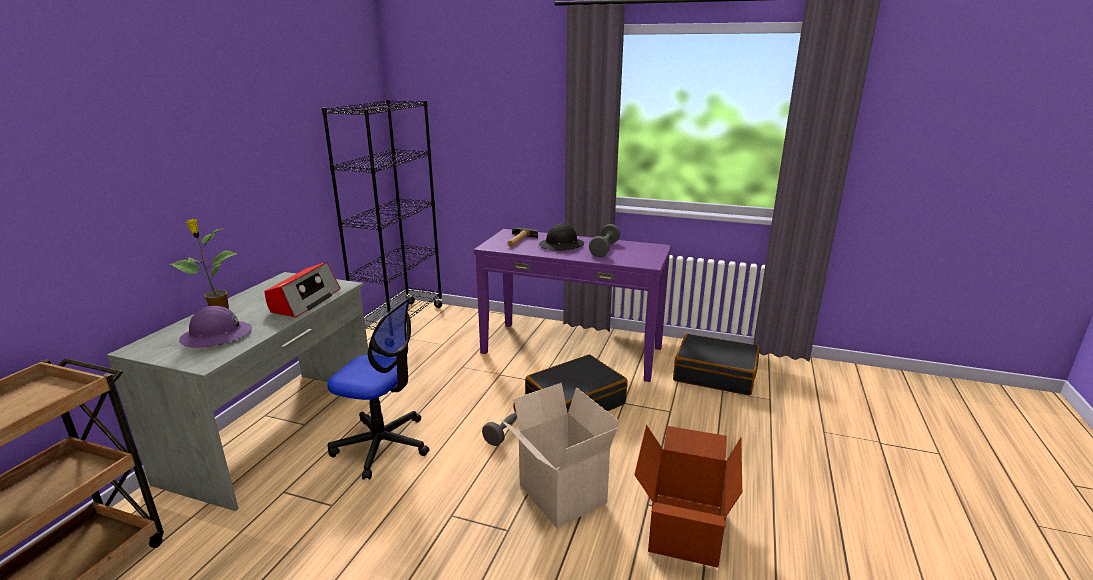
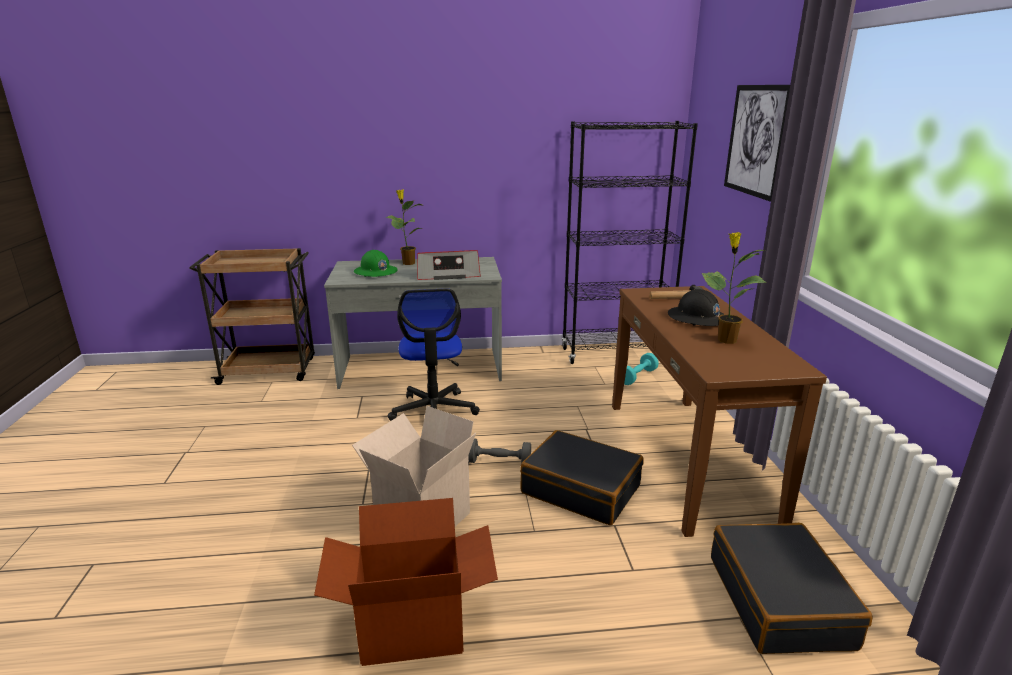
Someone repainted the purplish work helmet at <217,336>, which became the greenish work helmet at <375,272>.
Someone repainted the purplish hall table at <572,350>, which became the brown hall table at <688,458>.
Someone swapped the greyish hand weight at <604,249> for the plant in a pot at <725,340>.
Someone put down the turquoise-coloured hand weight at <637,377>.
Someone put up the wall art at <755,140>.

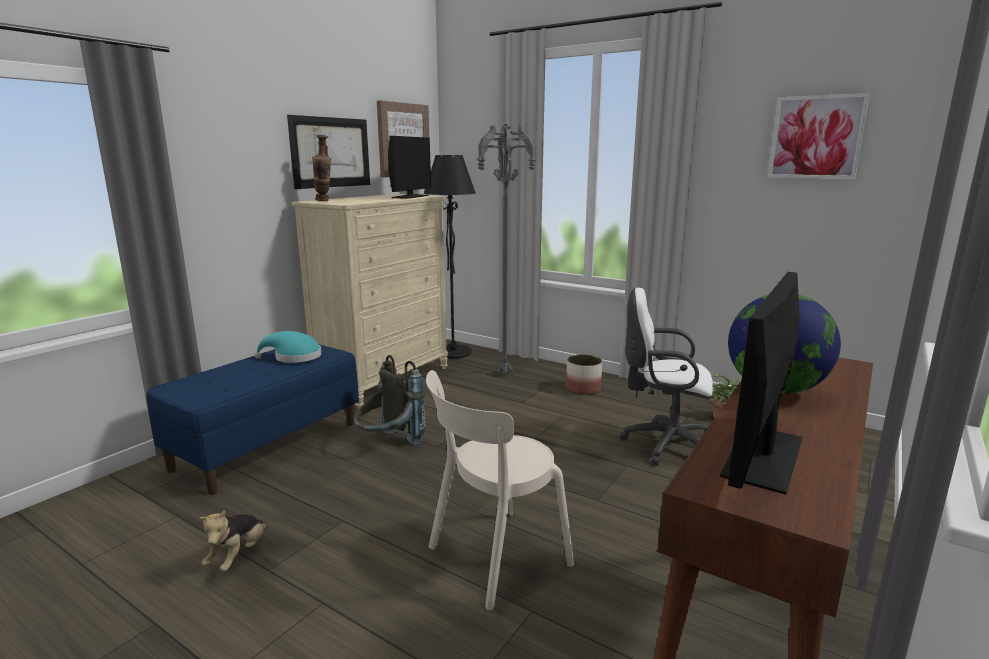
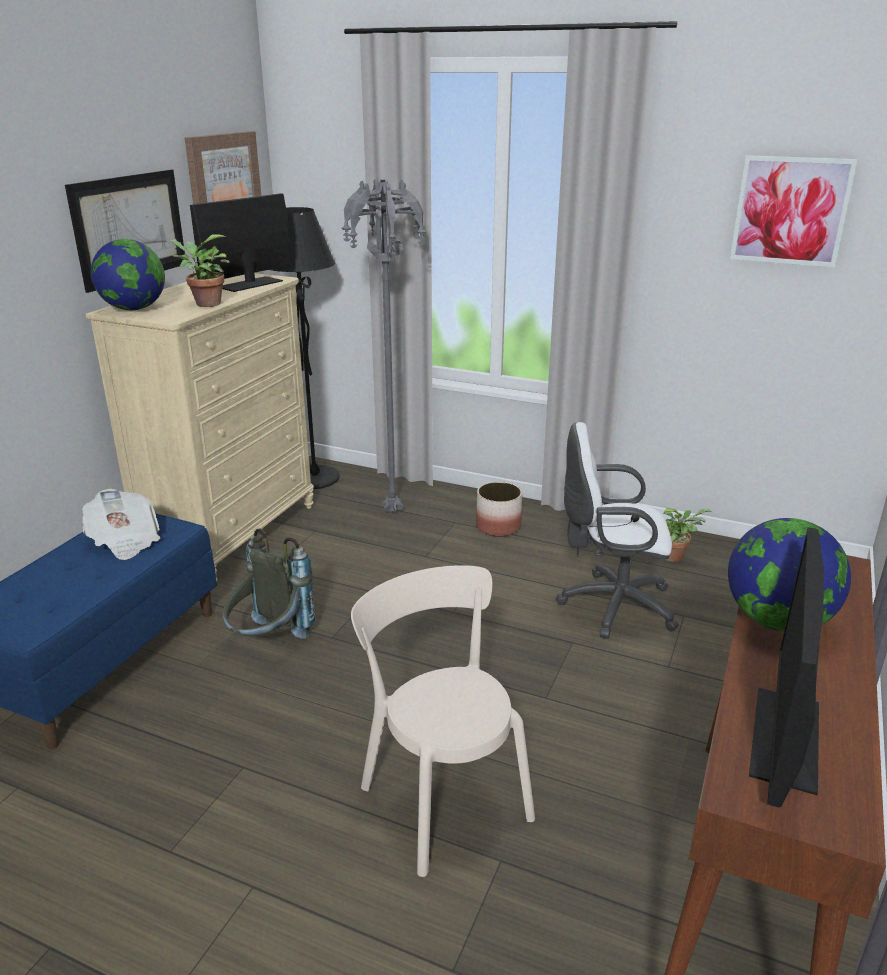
Someone took away the cuddly toy at <238,556>.
Someone swapped the turquoise-coloured clothing hat at <294,357> for the printed paper at <125,541>.
Someone swapped the flower vase at <324,201> for the world globe at <134,309>.
Someone rotated the computer screen at <410,196> by 150 degrees counterclockwise.
Someone rotated the beige chair at <493,558> by 105 degrees clockwise.
Someone put down the plant in a pot at <205,304>.

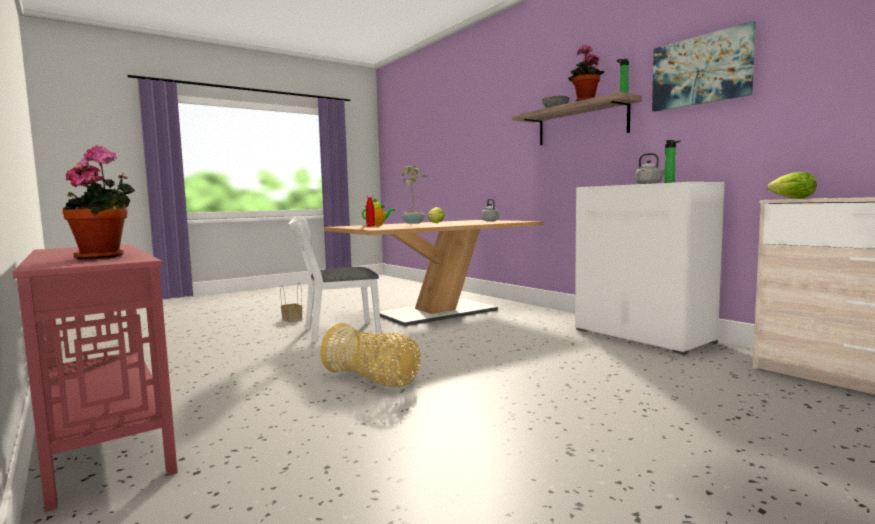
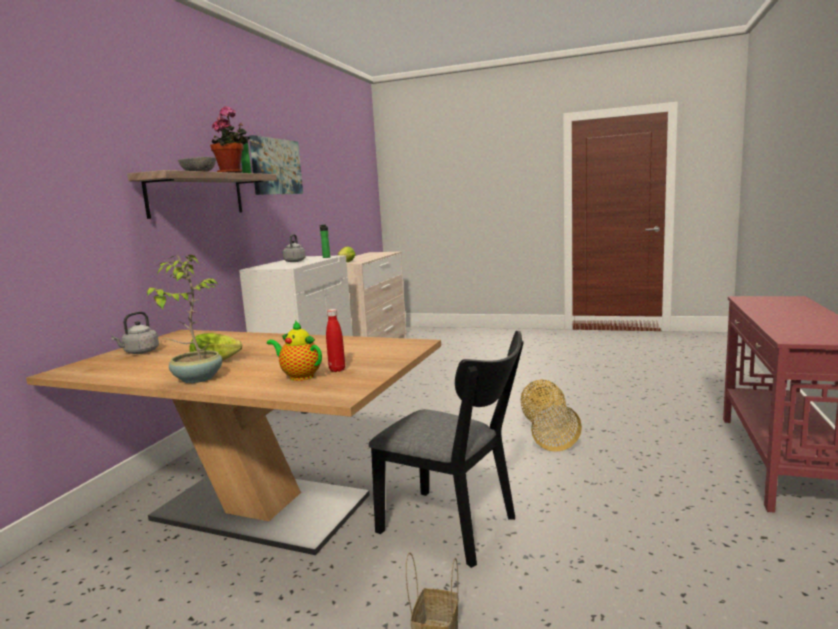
Someone took away the plant in a pot at <104,257>.
Someone repainted the white-coloured chair at <335,332>, which became the black chair at <455,528>.

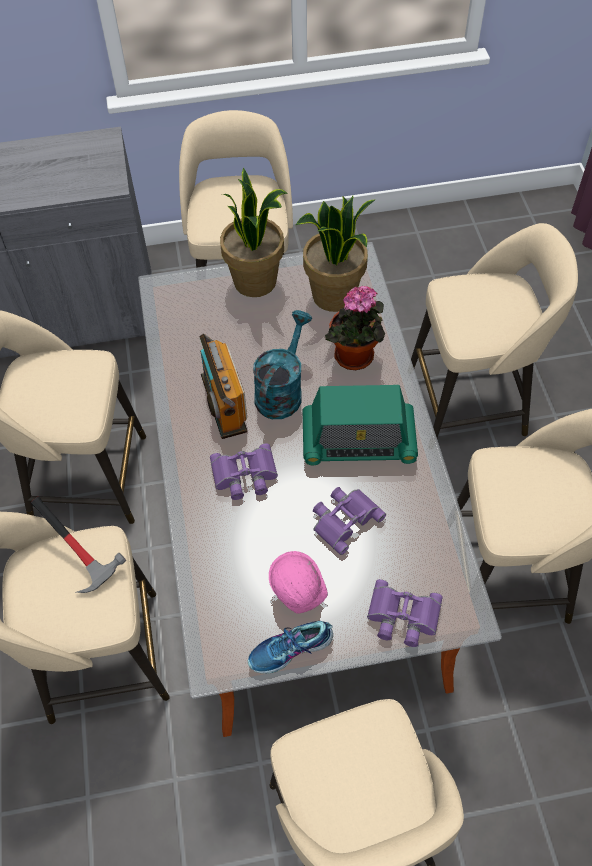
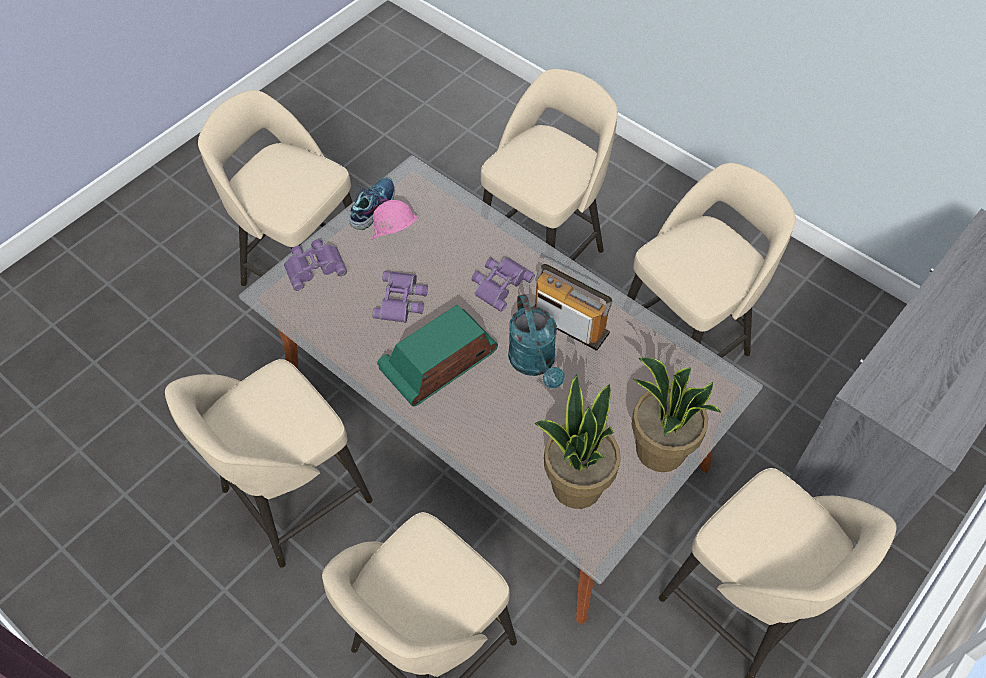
Someone took away the hand hammer at <83,553>.
Someone took away the plant in a pot at <355,359>.

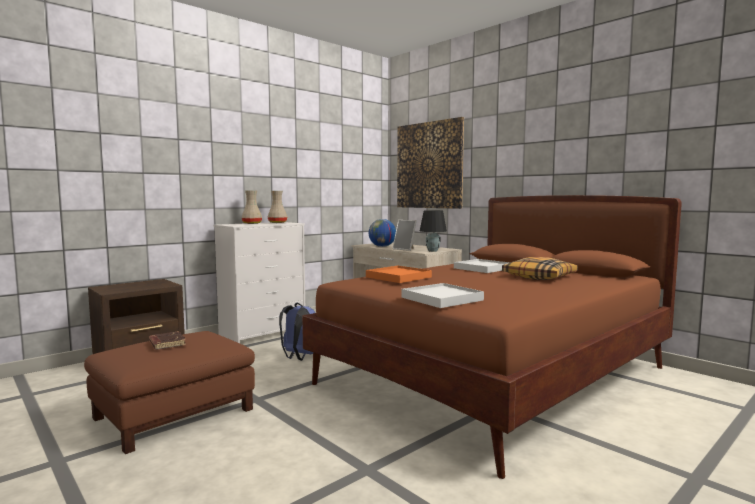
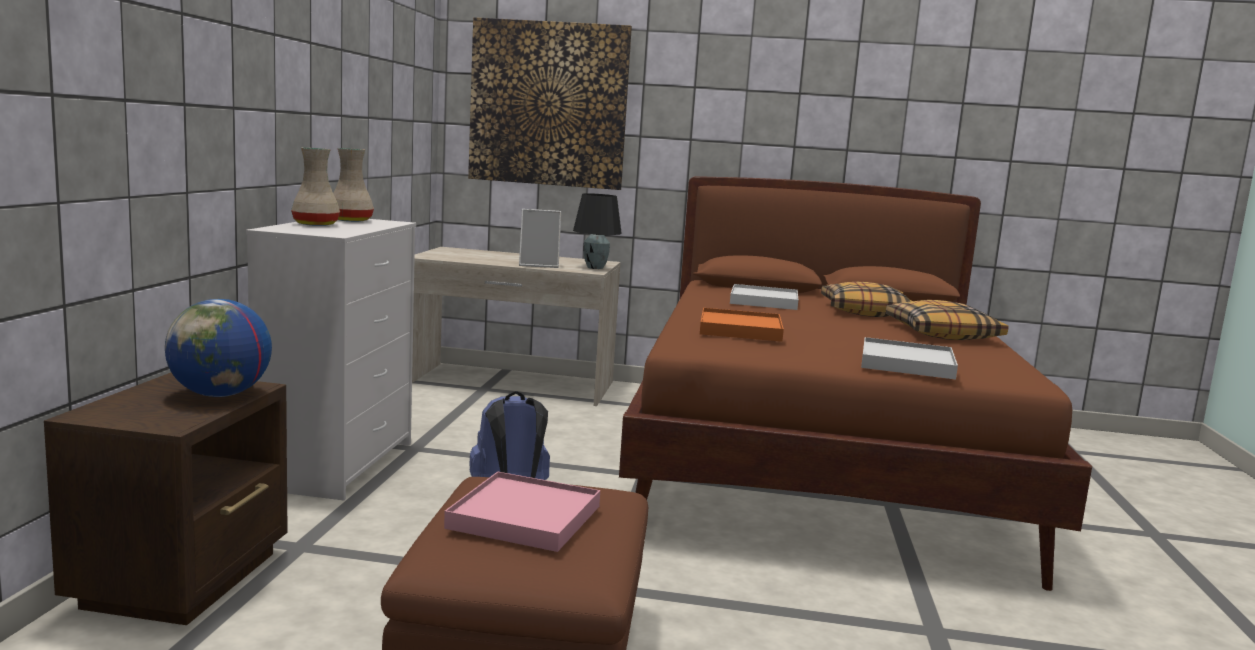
Someone swapped the brown volume at <166,344> for the pinkish serving tray at <524,517>.
Someone carried the world globe from <382,246> to <220,395>.
Someone put down the pillow at <942,334>.

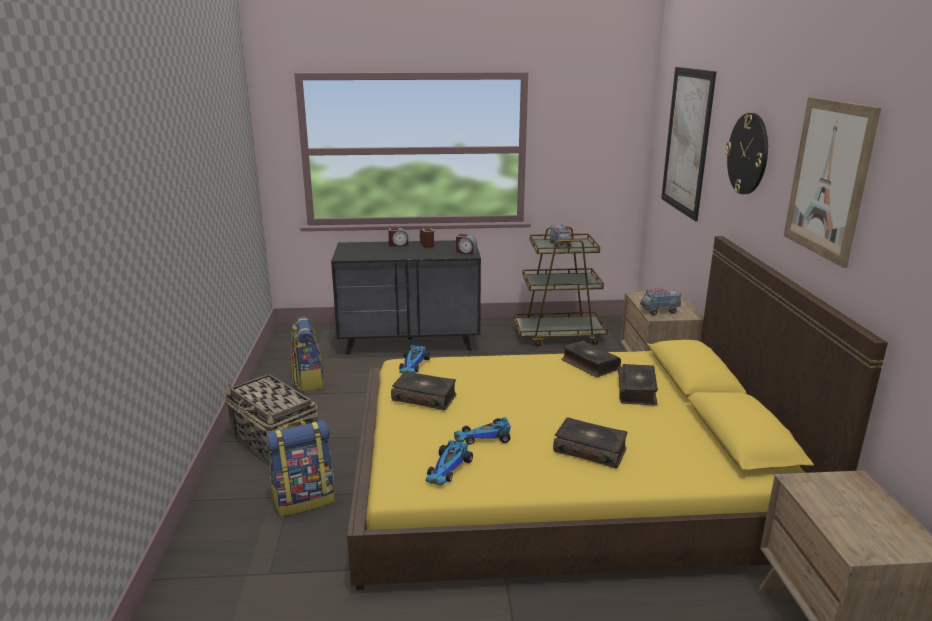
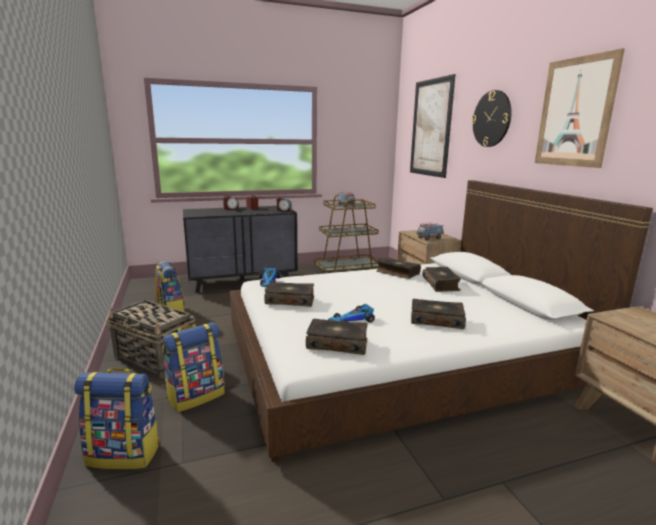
Someone repainted the yellow sleeping bed at <563,478>, which became the white-coloured sleeping bed at <398,354>.
Someone swapped the model car at <448,468> for the volume at <337,343>.
Someone put down the knapsack at <125,454>.

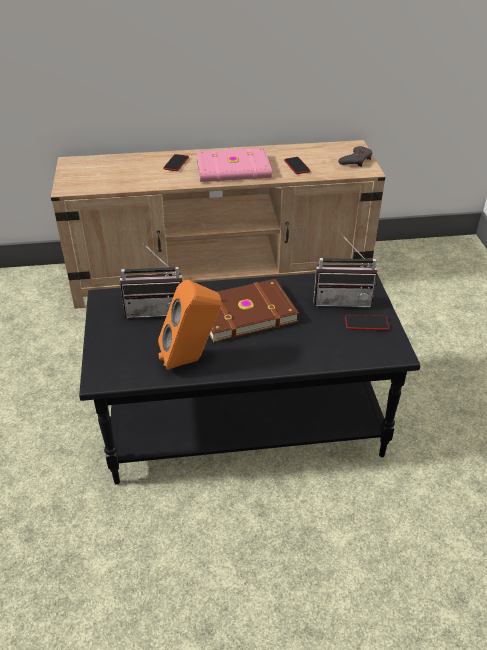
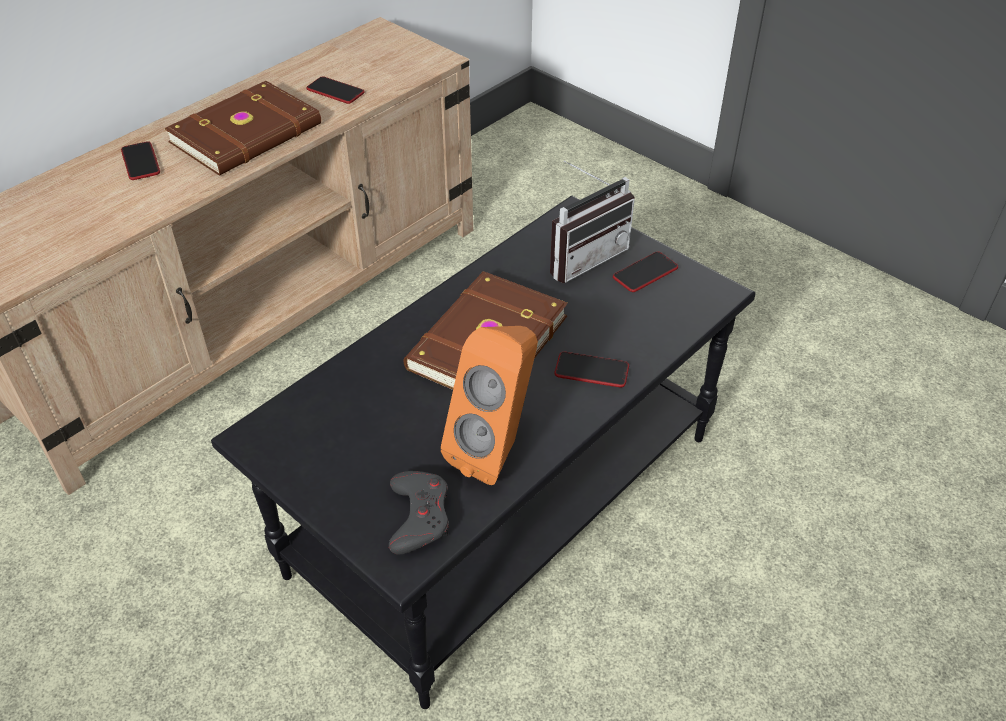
Someone took away the radio receiver at <156,309>.
Someone repainted the pinkish volume at <234,169>, which became the brown volume at <248,134>.
Someone carried the greyish joypad from <356,160> to <419,516>.
Someone put down the phone at <591,371>.

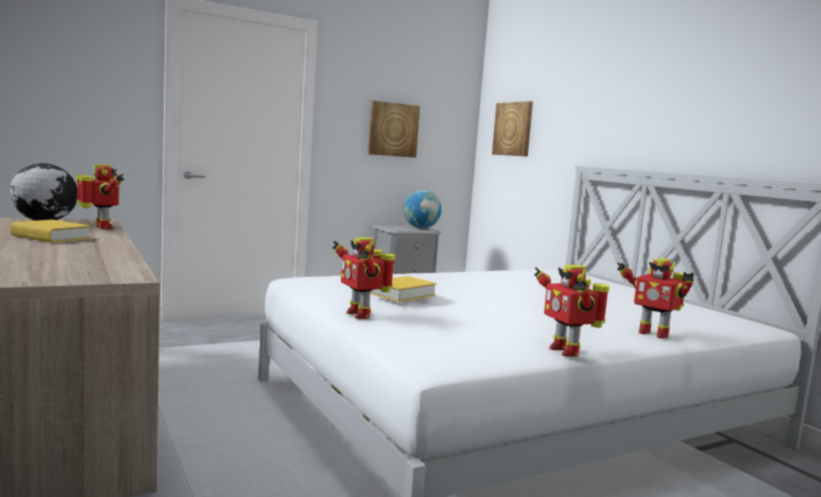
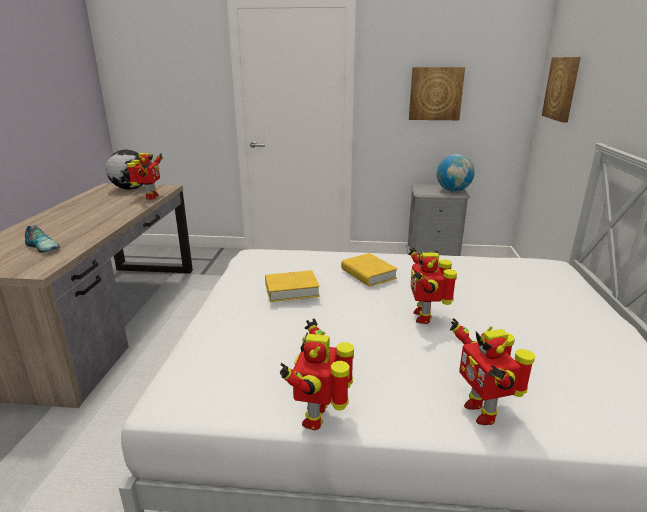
Someone carried the yellow volume from <51,237> to <368,274>.
Someone carried the robot figure from <360,314> to <424,316>.
Someone put down the low shoe at <43,247>.

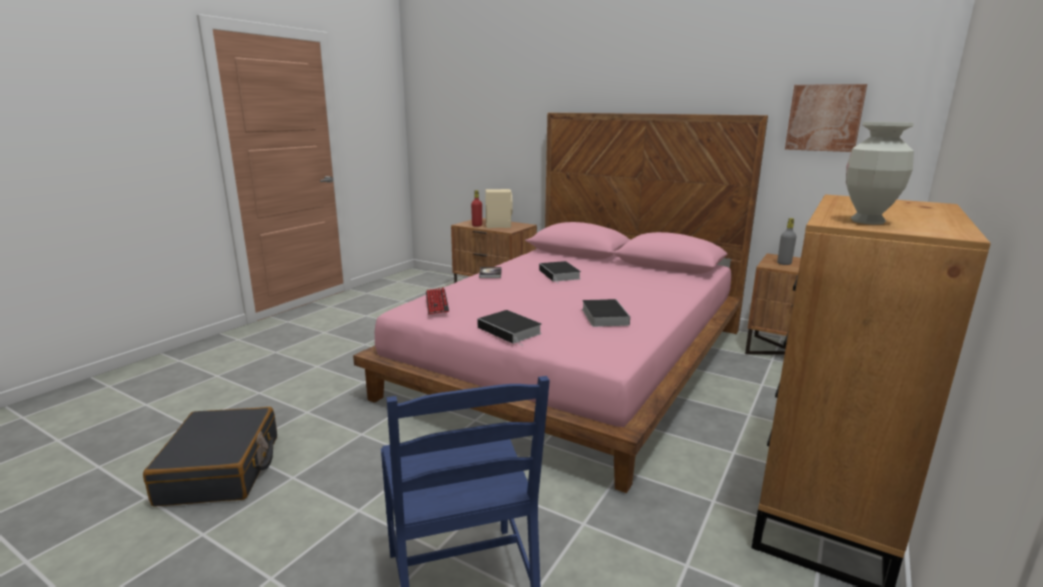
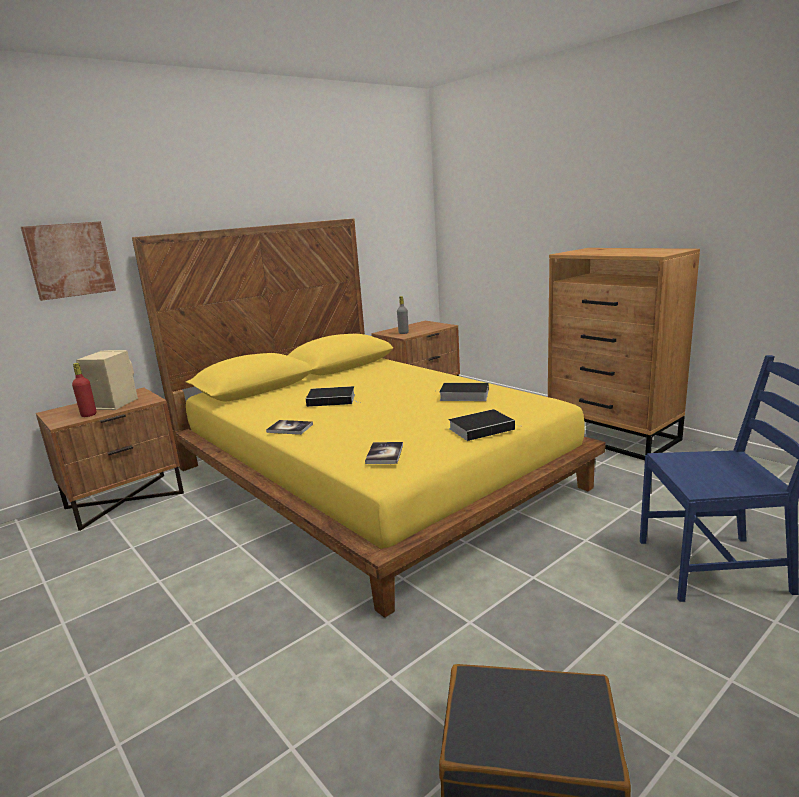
Someone repainted the pinkish sleeping bed at <575,361>, which became the yellow sleeping bed at <372,476>.
Someone swapped the keyboard at <436,302> for the volume at <384,454>.
Someone carried the wall art from <824,118> to <70,260>.
Someone took away the flower vase at <867,221>.

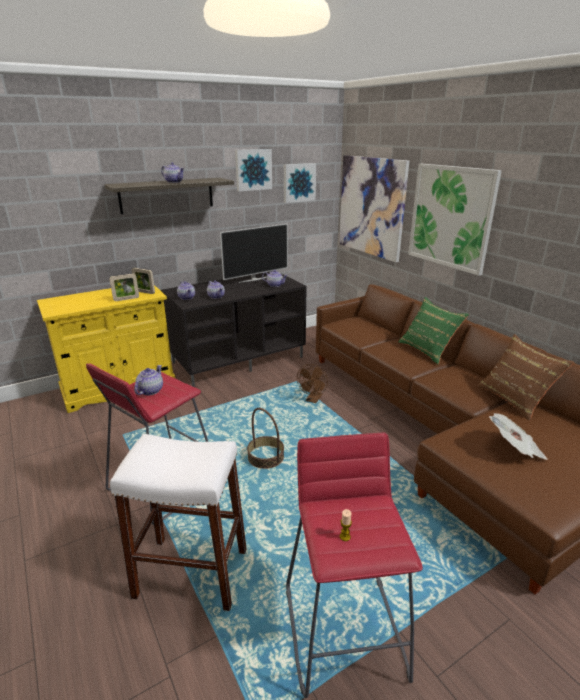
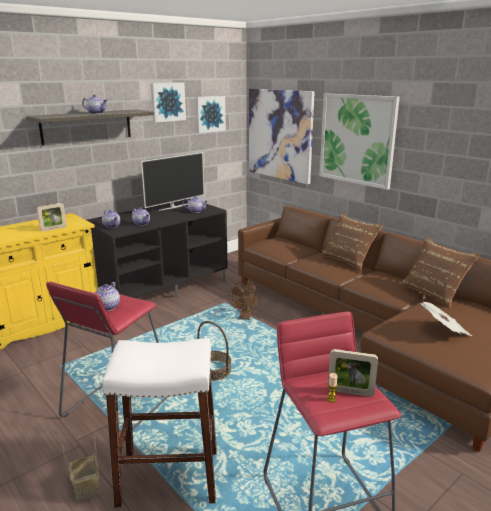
Someone carried the photo frame from <144,292> to <350,392>.
Someone repainted the greenish pillow at <428,350>, which became the brown pillow at <348,260>.
Someone put down the storage basket at <85,486>.

